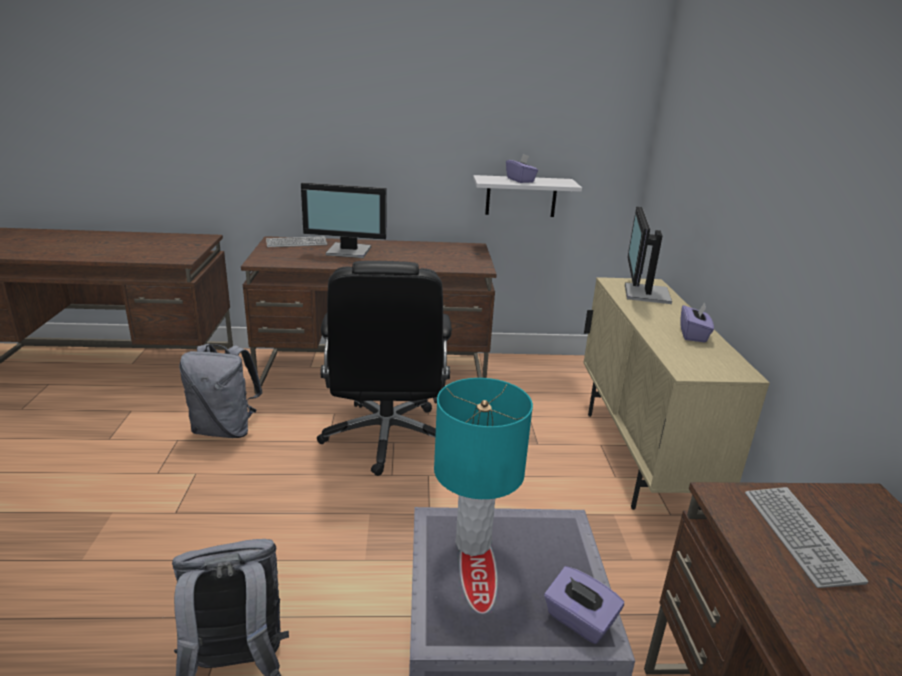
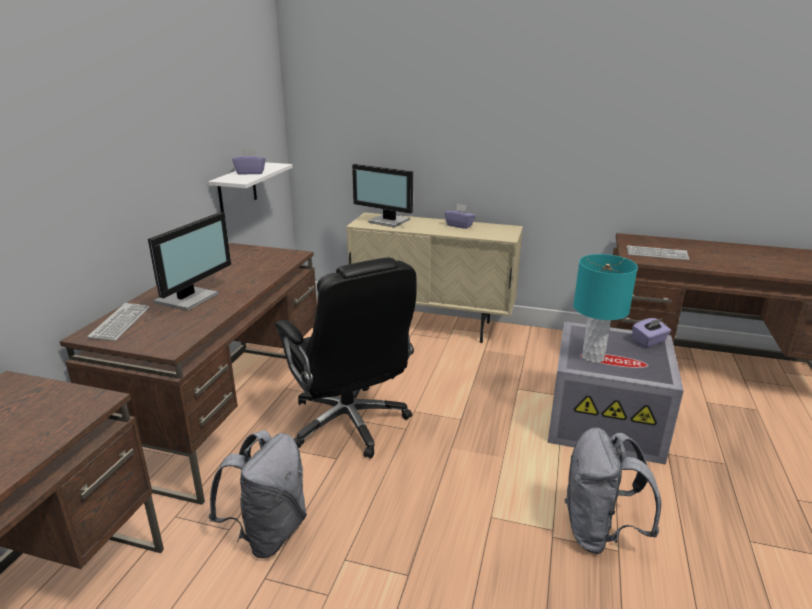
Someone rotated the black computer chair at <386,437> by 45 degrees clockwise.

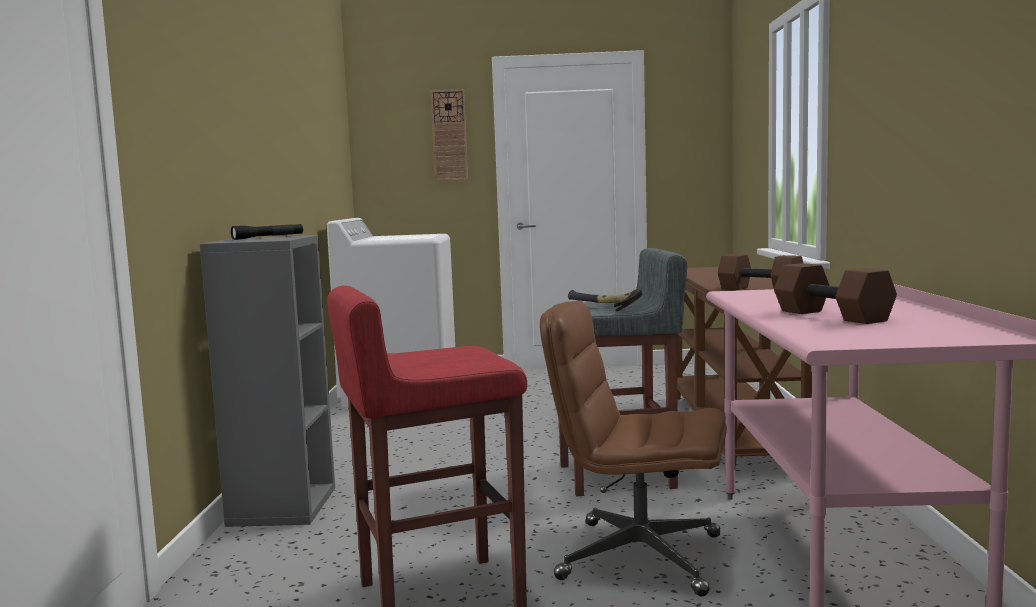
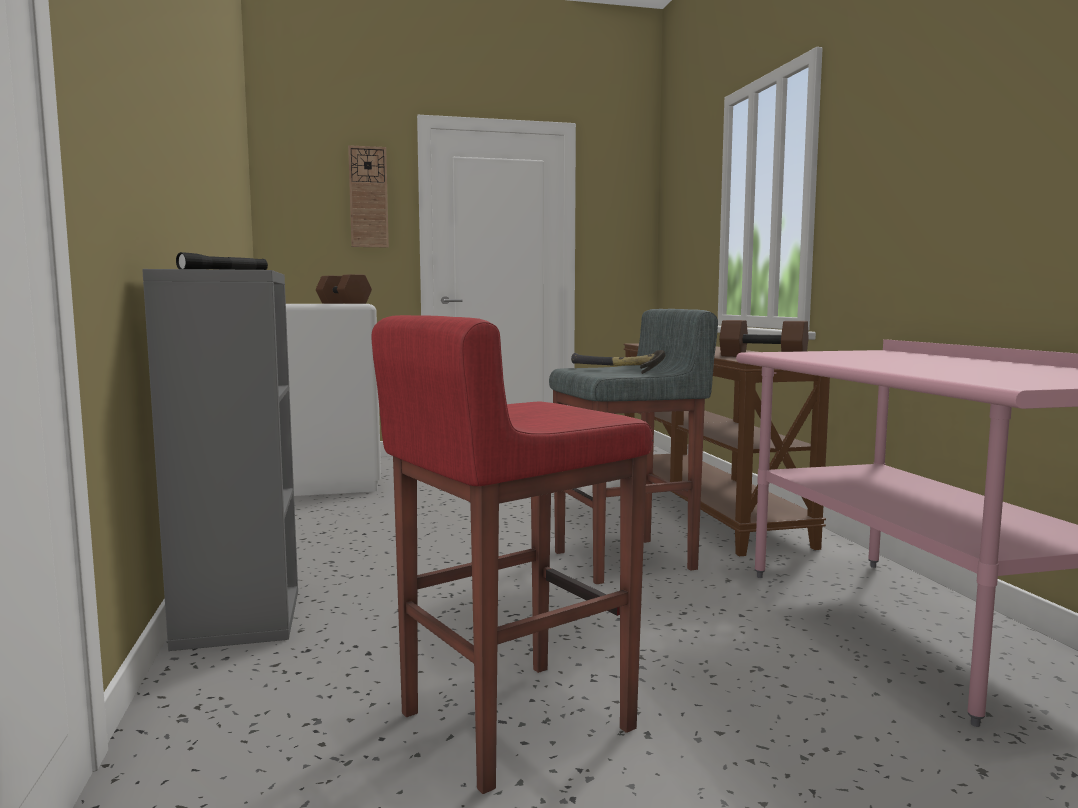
Someone took away the brown computer chair at <638,557>.
Someone carried the brown hand weight from <834,316> to <344,303>.

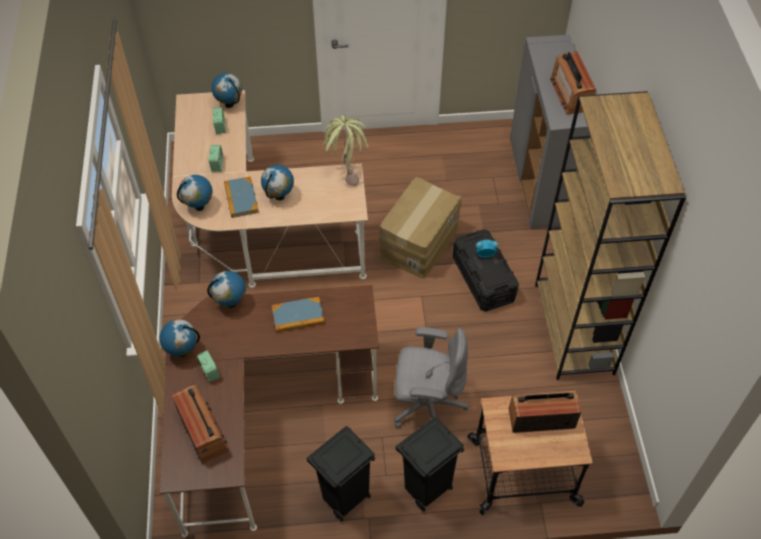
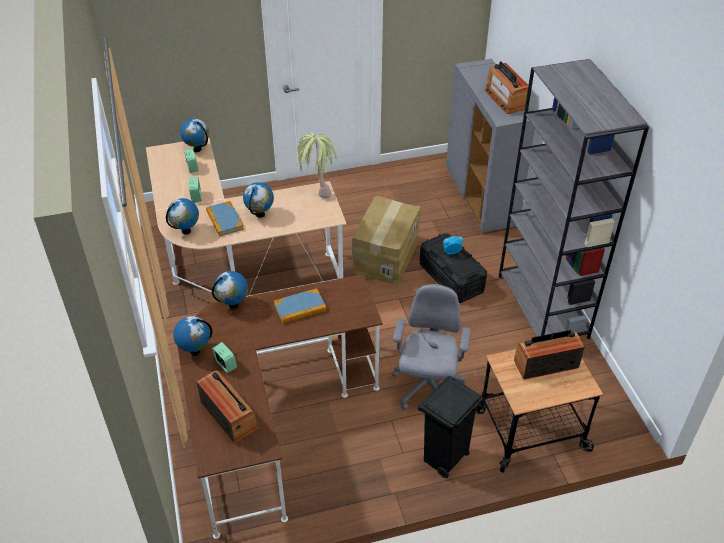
Someone took away the black waste bin at <344,499>.
Someone rotated the greyish computer chair at <427,406> by 75 degrees counterclockwise.
Someone repainted the brown bookcase at <574,329>, which became the greyish bookcase at <543,307>.

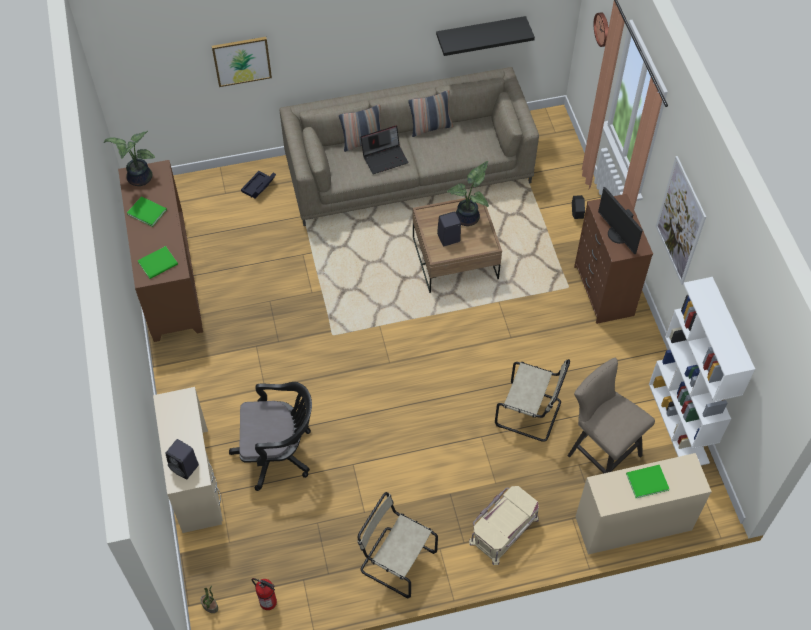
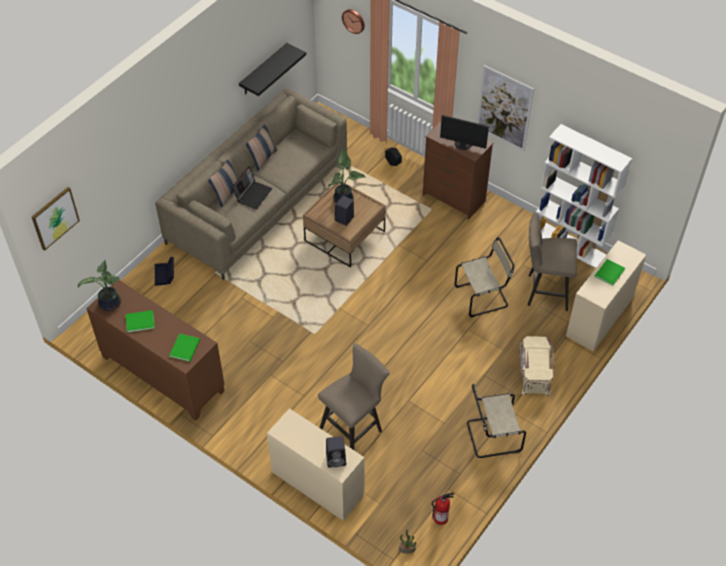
Someone carried the wall art from <242,61> to <55,218>.
Someone swapped the black computer chair at <278,453> for the beige stool seat at <354,428>.

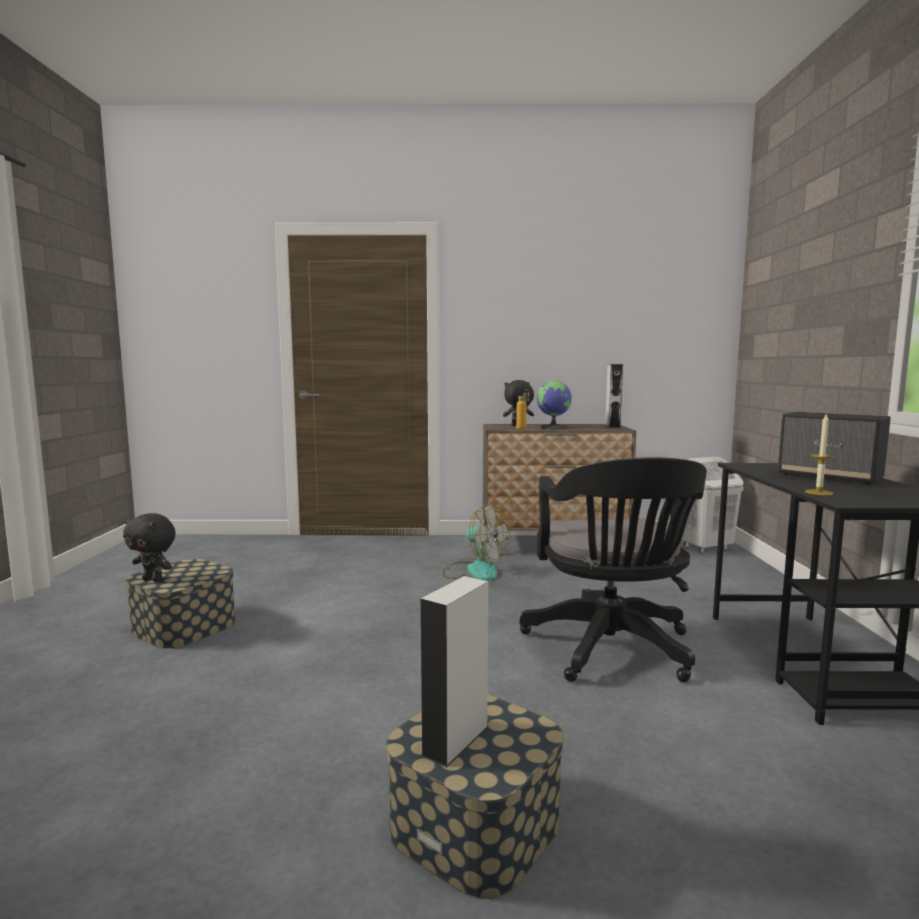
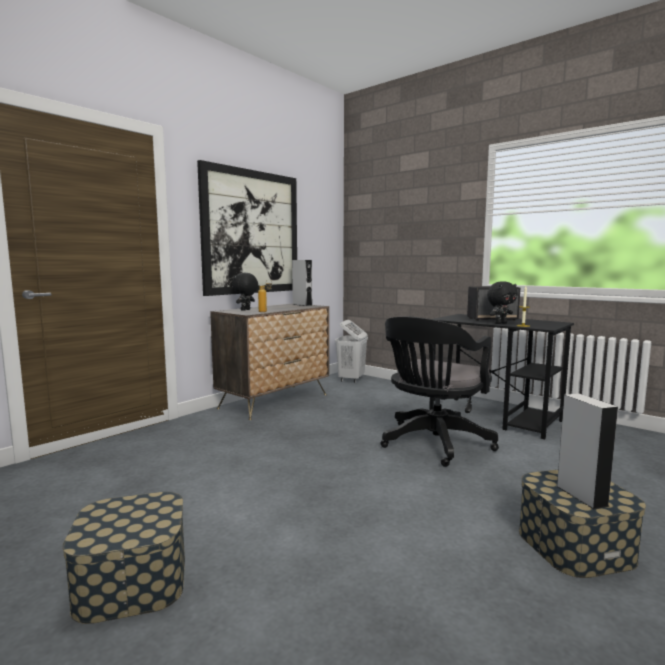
Someone carried the black cuddly toy from <153,579> to <500,323>.
Someone took away the cooling fan at <474,571>.
Someone rotated the black computer chair at <611,650> by 90 degrees clockwise.
Someone took away the world globe at <554,428>.
Someone put up the wall art at <251,232>.

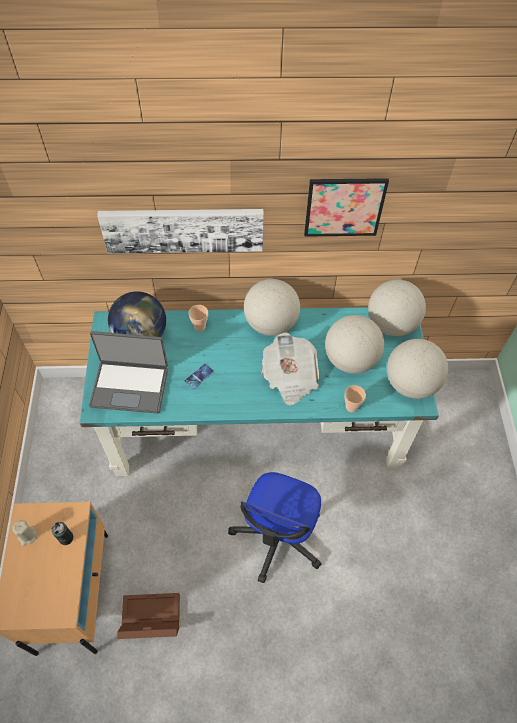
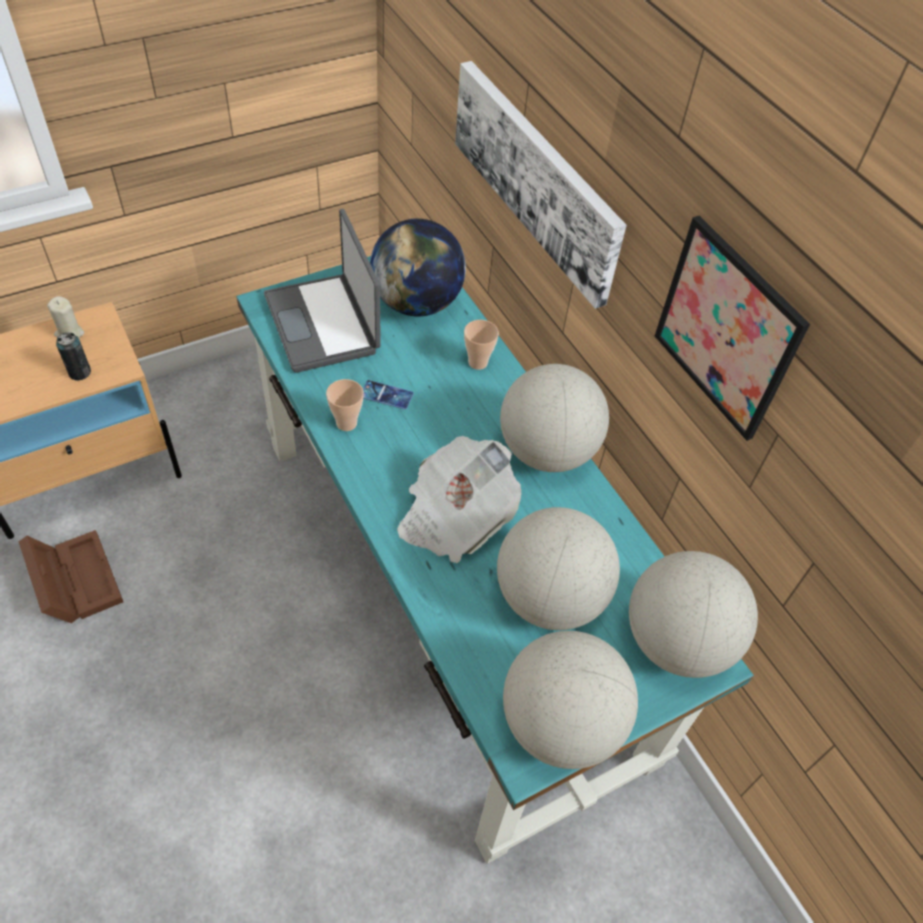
Someone took away the computer chair at <278,537>.
Someone carried the small cup from <351,407> to <346,423>.

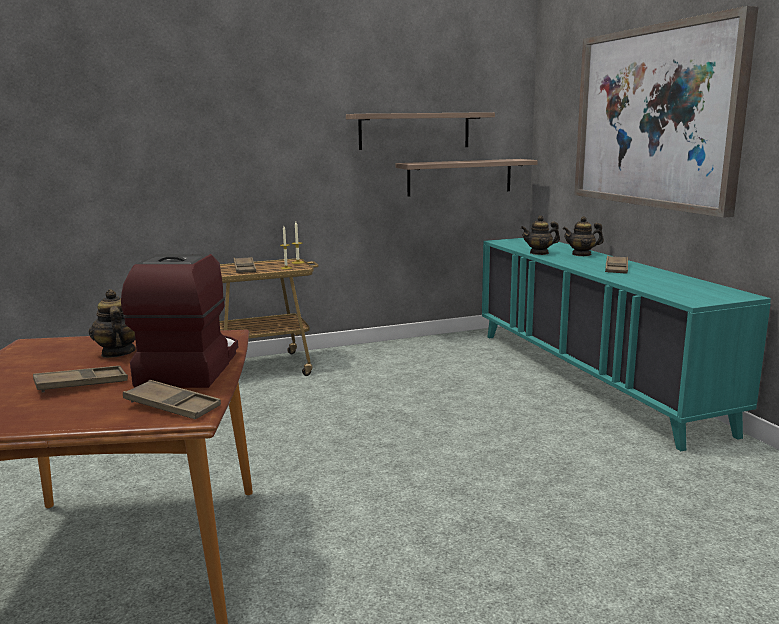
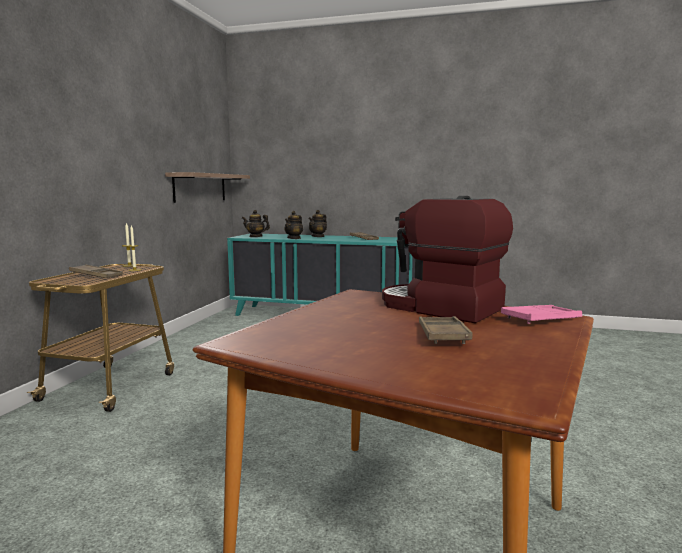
Someone carried the teapot from <117,353> to <255,236>.
Someone repainted the brown serving tray at <172,406>, which became the pinkish serving tray at <541,319>.
Someone took away the bracket shelf at <414,131>.
Someone took away the wall art at <654,117>.

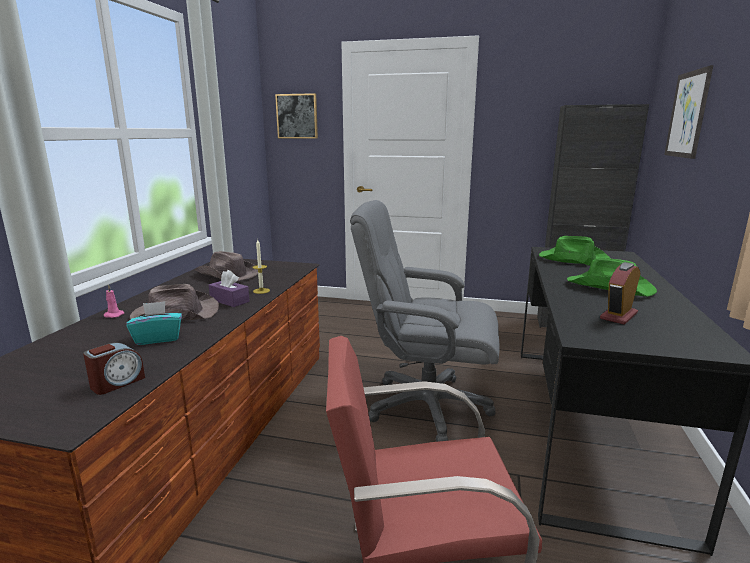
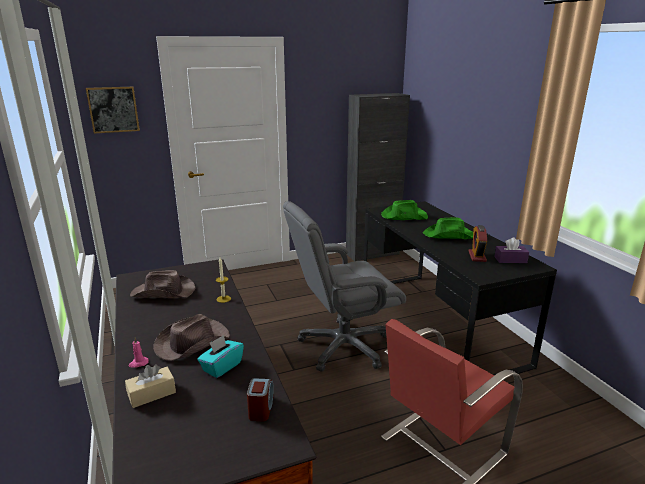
Someone carried the purplish box of tissues from <229,300> to <510,260>.
Someone took away the wall art at <687,114>.
Someone put down the beige box of tissues at <152,394>.

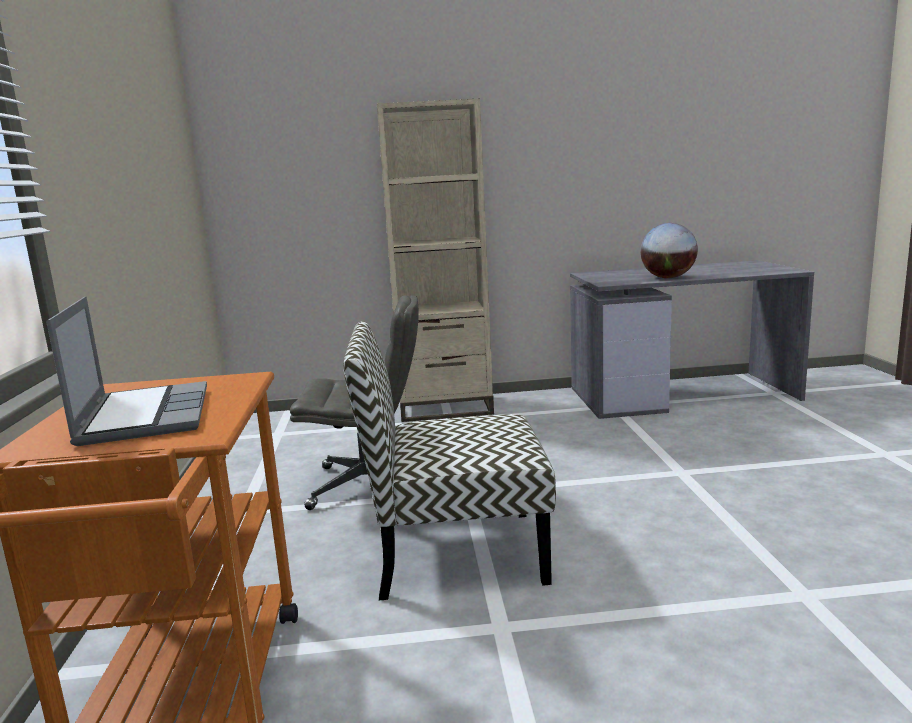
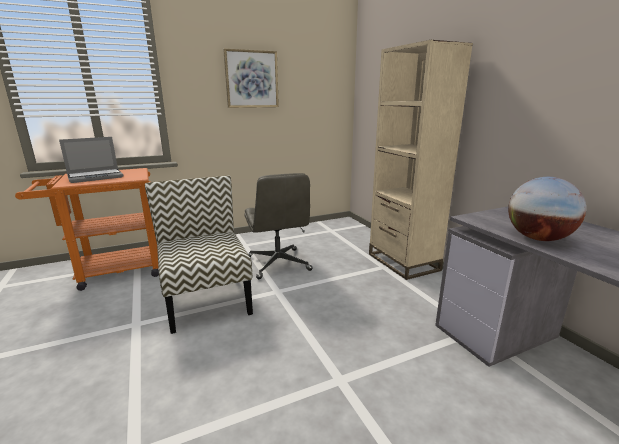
Someone put up the wall art at <251,79>.

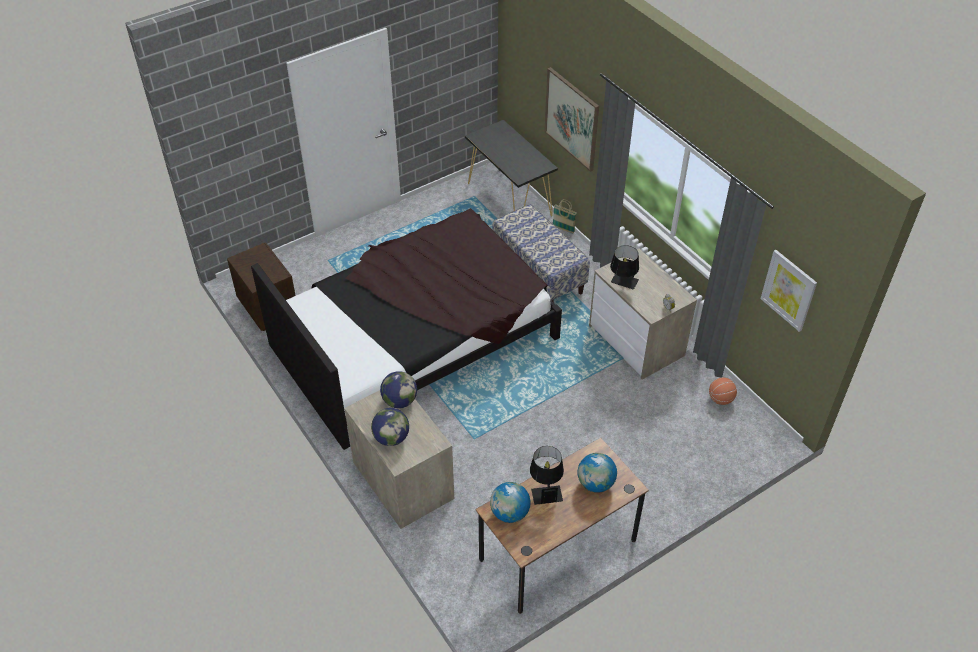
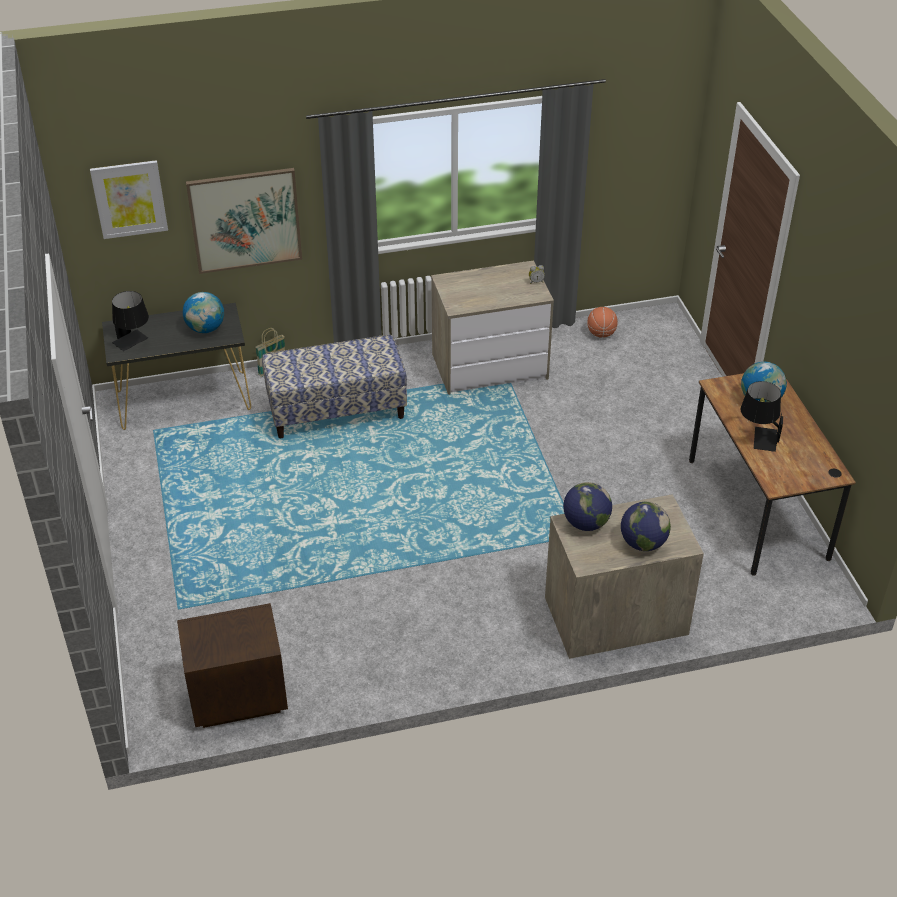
Someone took away the sleeping bed at <414,338>.
Someone carried the world globe from <509,513> to <206,329>.
Someone carried the black table lamp from <623,284> to <134,343>.
Someone carried the wall art from <788,290> to <129,199>.

